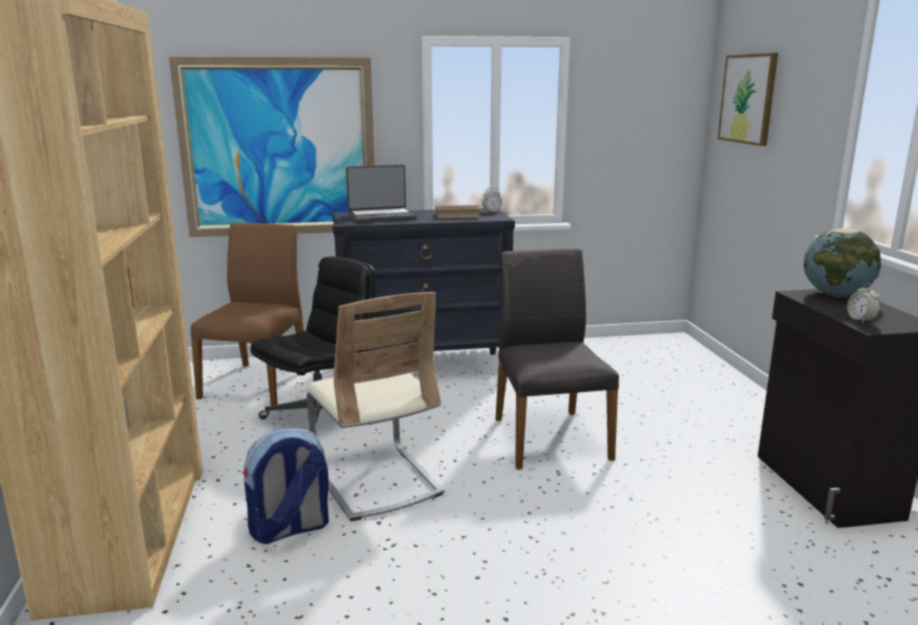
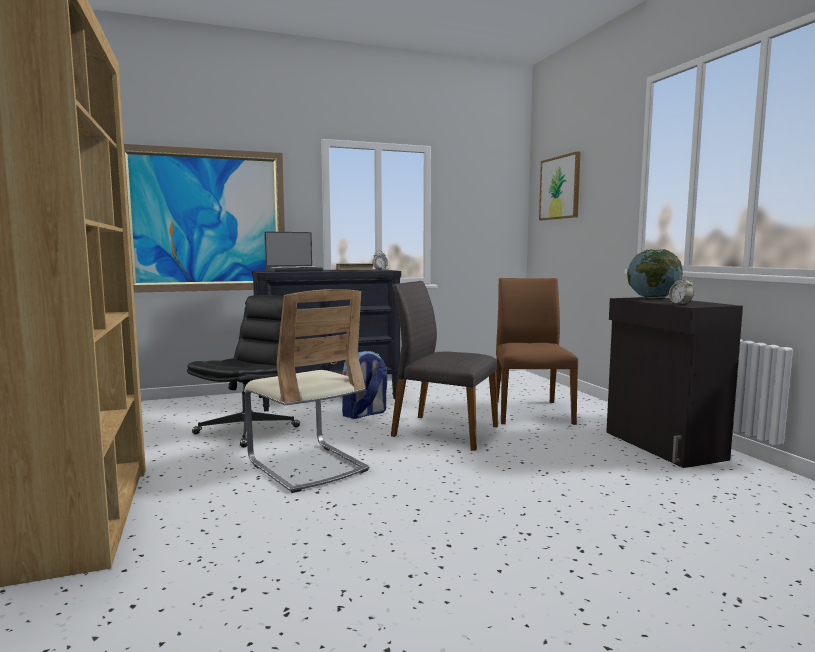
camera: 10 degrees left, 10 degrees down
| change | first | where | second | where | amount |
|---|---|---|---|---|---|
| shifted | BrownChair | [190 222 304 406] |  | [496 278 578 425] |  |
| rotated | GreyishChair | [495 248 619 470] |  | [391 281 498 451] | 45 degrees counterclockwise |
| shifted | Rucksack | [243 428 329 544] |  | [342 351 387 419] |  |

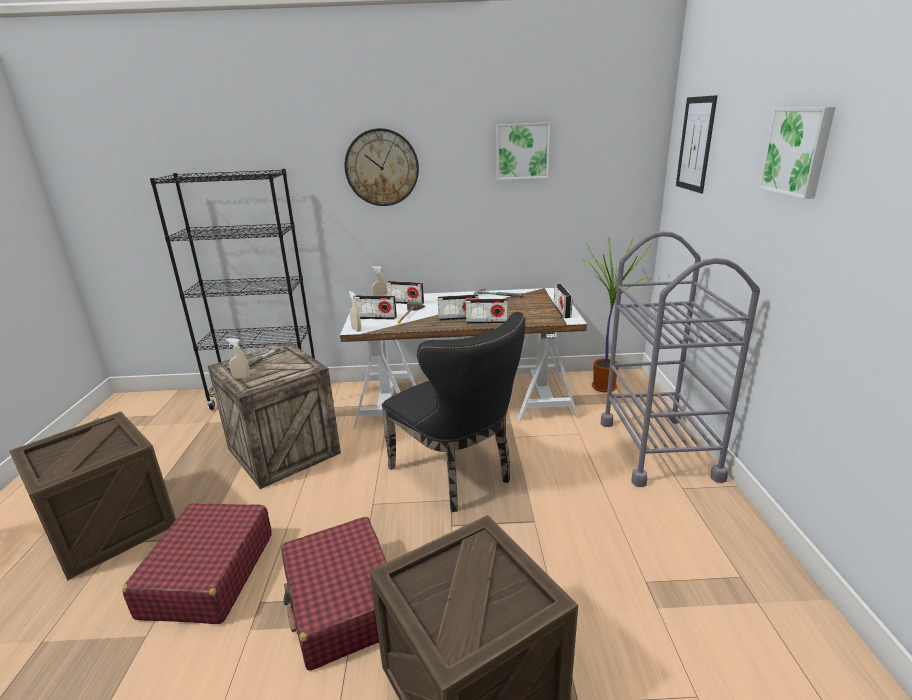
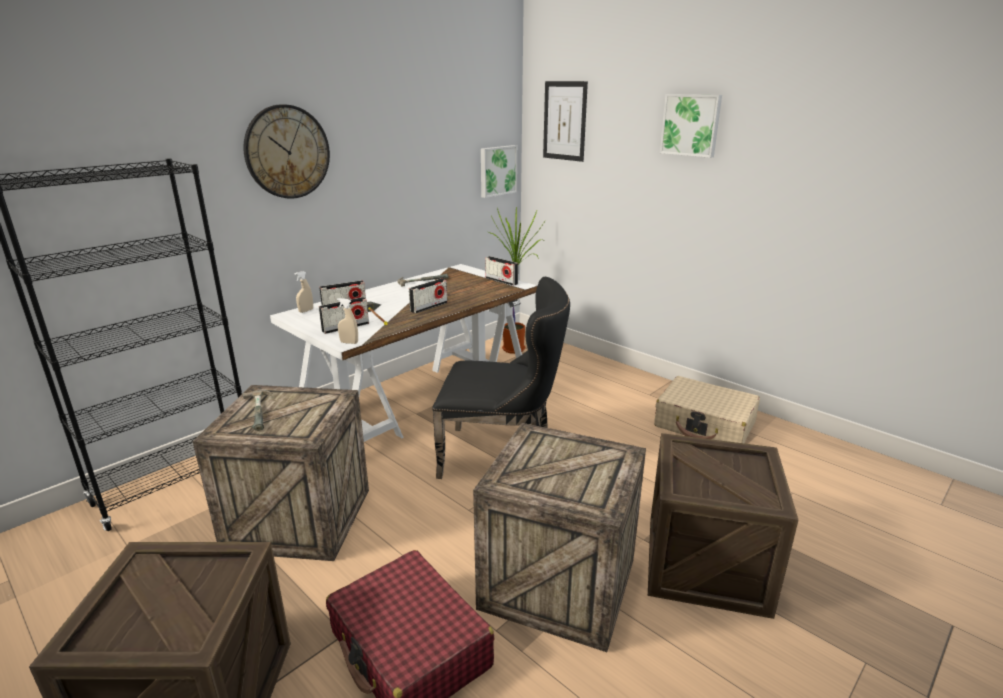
camera: 45 degrees left, 0 degrees up
| change | first | where | second | where | amount |
|---|---|---|---|---|---|
| shifted | WallPicture | [497 123 550 180] |  | [481 145 517 198] |  |
| gone | GreyishWheeledCart | [600 231 760 487] |  |  |  |
| gone | Radio | [466 299 508 324] |  |  |  |
| gone | BeigeHandSprayer | [226 339 250 379] |  |  |  |
| swapped | ReddishPieceOfLuggage | [281 517 387 671] | PackingCrate | [473 423 646 652] |  |
| new |  |  | BeigePieceOfLuggage | [654 376 760 443] |  |

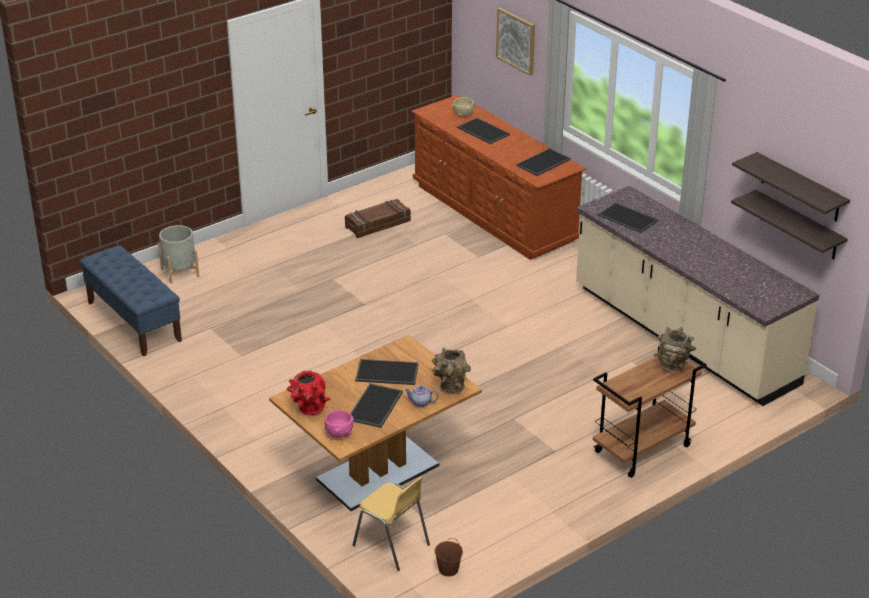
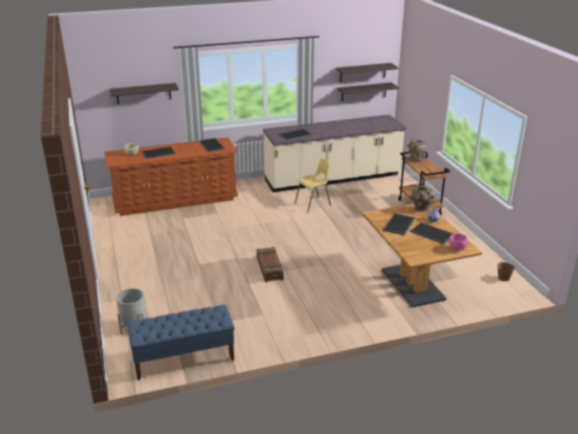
camera: 70 degrees left, 5 degrees down
| change | first | where | second | where | amount |
|---|---|---|---|---|---|
| swapped | WallPicture | [496 8 535 76] | Shelf | [109 83 179 104] |  |
| shifted | PackingCrate | [345 199 411 238] |  | [257 247 283 282] |  |
| gone | ReddishDecorativeVase | [287 370 330 415] |  |  |  |
| shifted | YellowishChair | [353 477 430 571] |  | [295 158 331 213] |  |

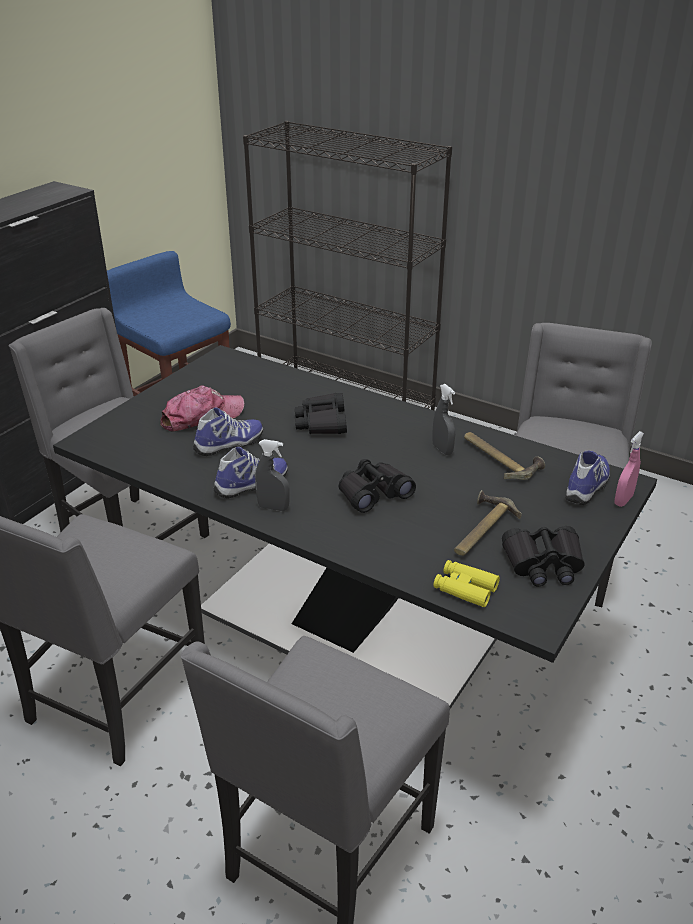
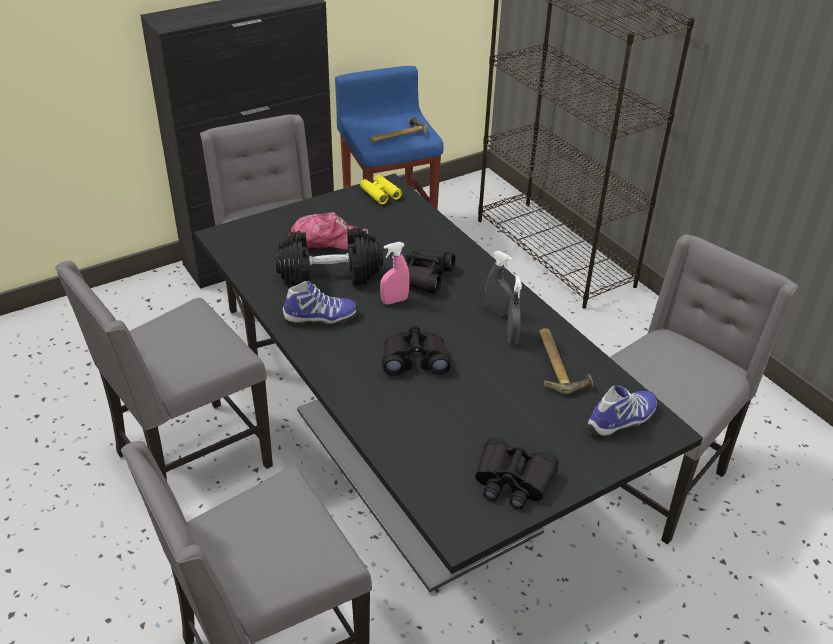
camera: 25 degrees right, 5 degrees up
| change | first | where | second | where | amount |
|---|---|---|---|---|---|
| swapped | Shoe | [193 408 263 456] | BlackFreeWeight | [275 227 383 286] |  |
| shifted | PinkHandSprayer | [614 431 644 507] |  | [380 242 410 305] |  |
| shifted | GreyishHandSprayer | [255 439 290 511] |  | [485 251 513 316] |  |
| shifted | ToolHammer | [454 490 521 556] |  | [370 117 428 142] |  |
| shifted | YellowishFieldGlasses | [433 560 500 607] |  | [360 175 402 204] |  |

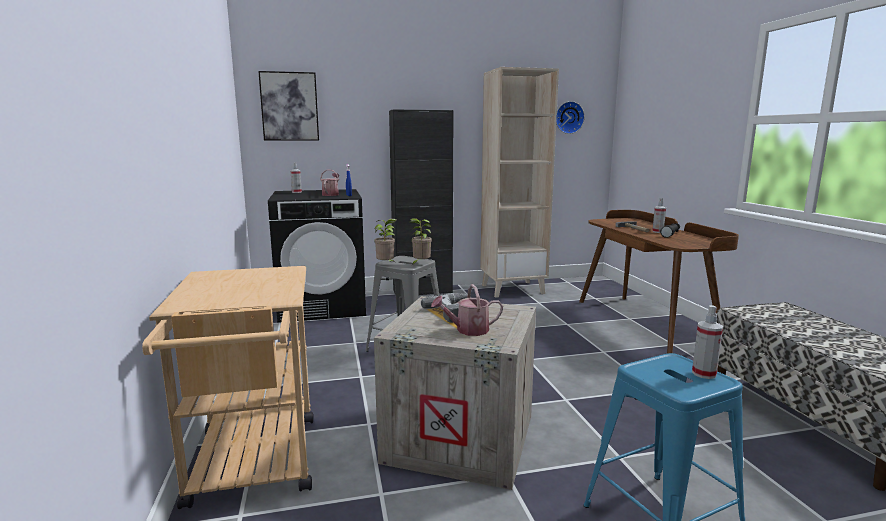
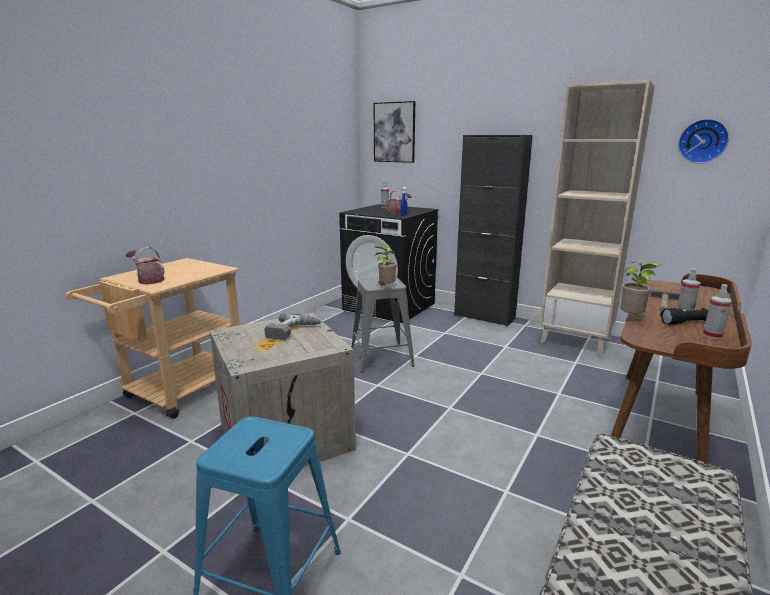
camera: 45 degrees right, 5 degrees up
| change | first | where | second | where | amount |
|---|---|---|---|---|---|
| shifted | PlantInAPot | [375 219 396 262] |  | [620 262 660 318] |  |
| shifted | WateringPot | [431 284 503 336] |  | [126 247 165 284] |  |
| shifted | HandSprayer | [692 305 723 379] |  | [703 284 732 339] |  |

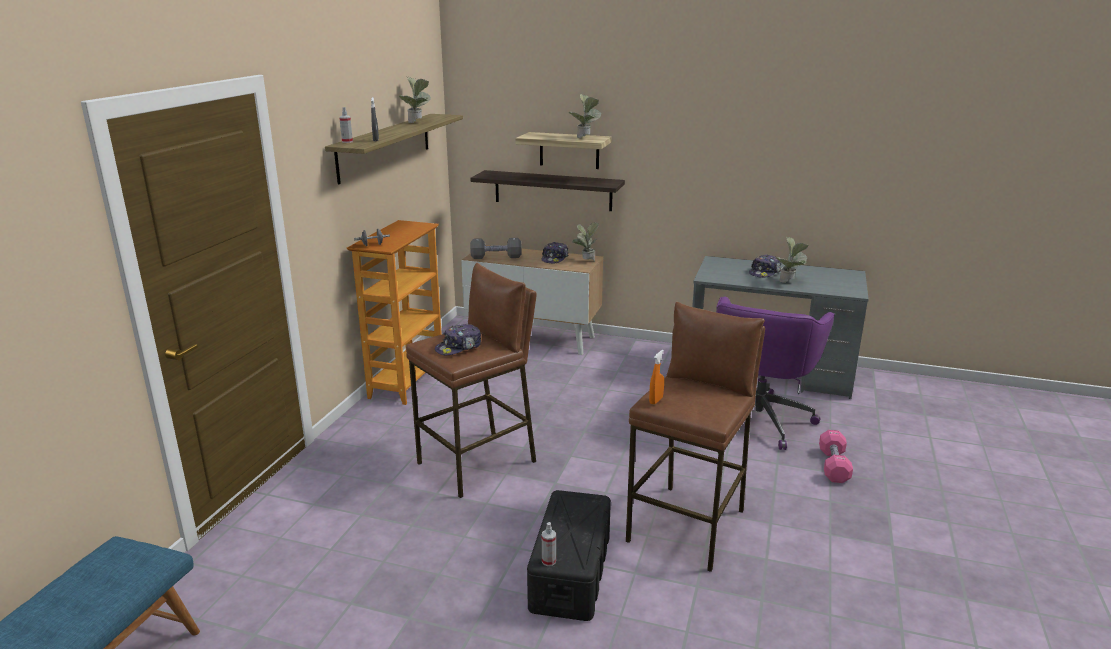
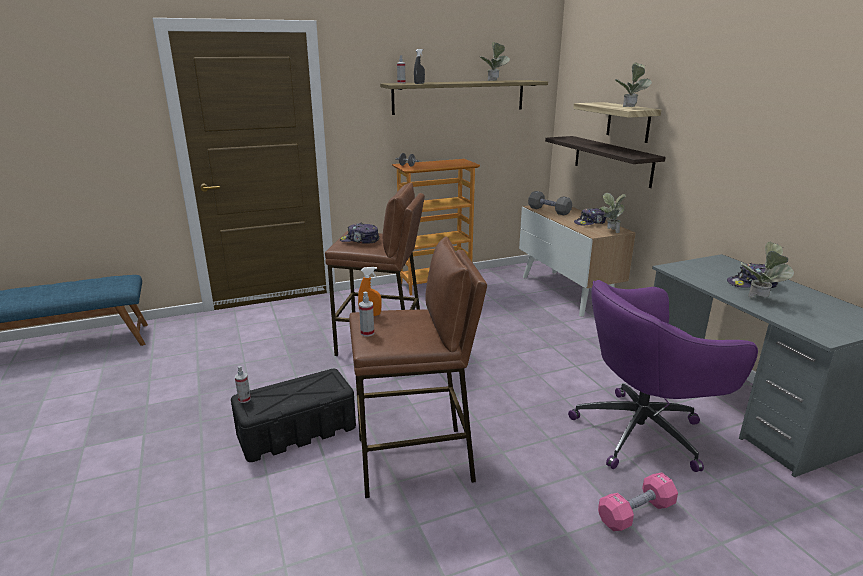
camera: 50 degrees right, 0 degrees up
| change | first | where | second | where | amount |
|---|---|---|---|---|---|
| new |  |  | HandSprayer | [359 292 374 337] |  |

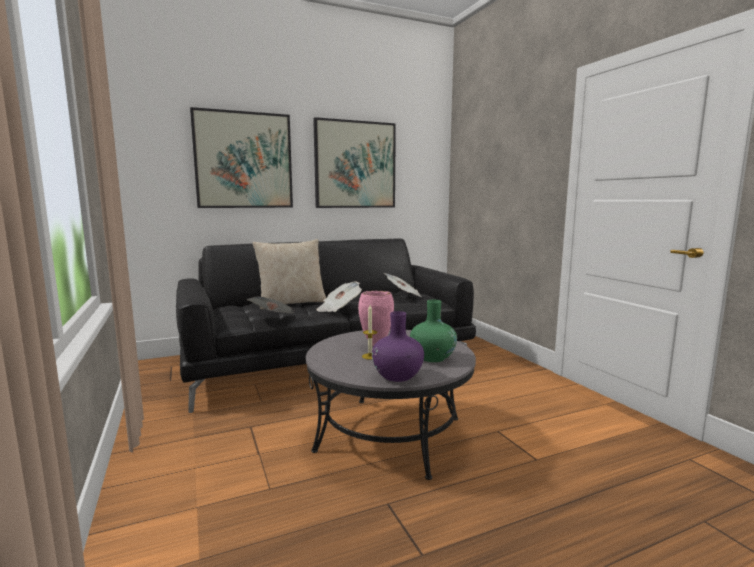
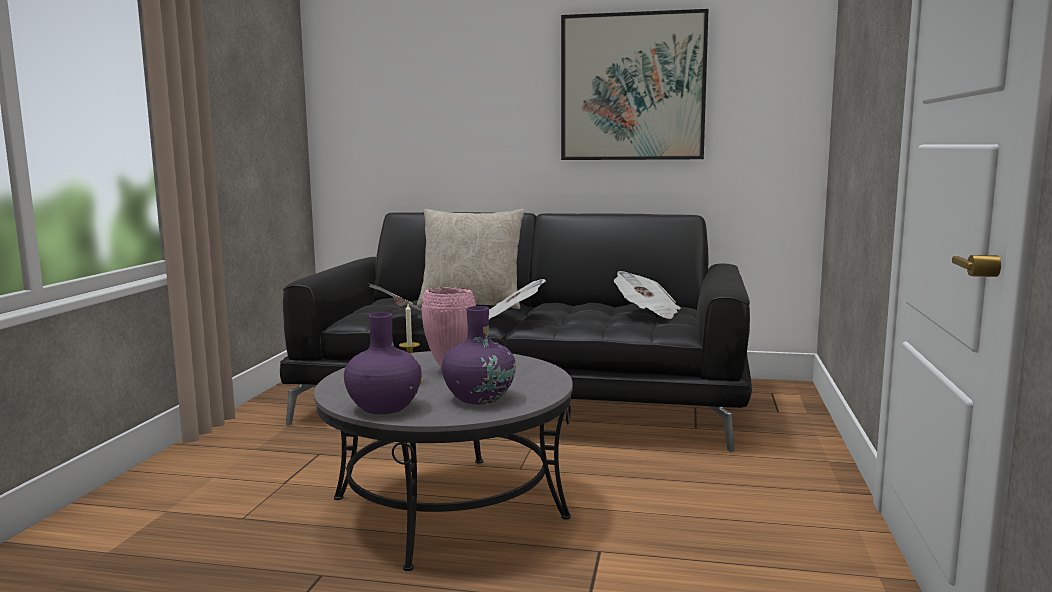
camera: 35 degrees right, 0 degrees up
| change | first | where | second | where | amount |
|---|---|---|---|---|---|
| gone | WallPicture | [190 107 293 208] |  |  |  |
| repainted | GreenColouredDecorativeVase | [410 300 457 362] | PurplishDecorativeVase | [442 306 516 404] |  |

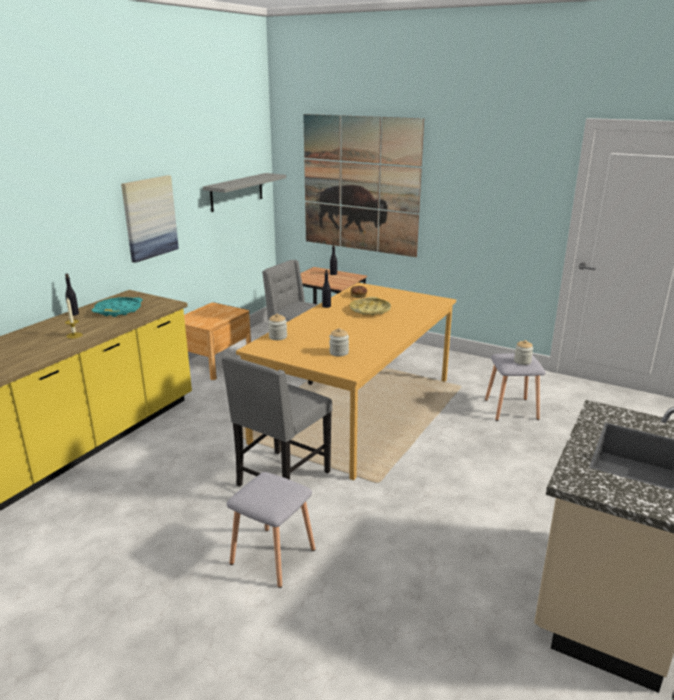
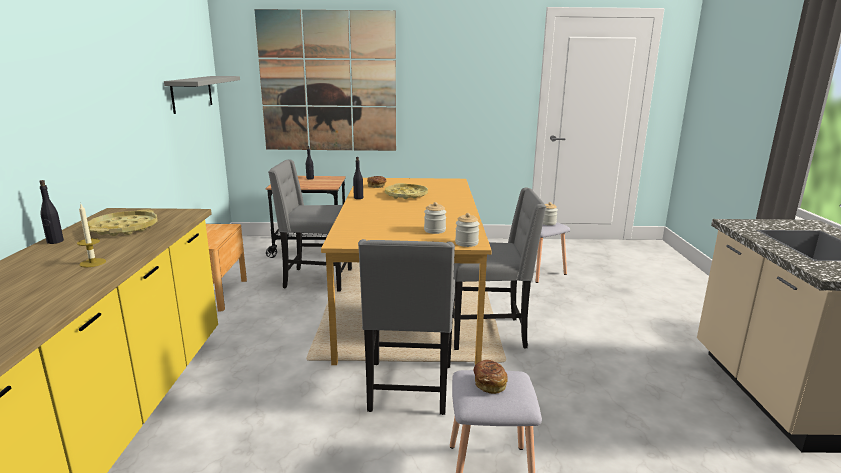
camera: 30 degrees left, 5 degrees down
| change | first | where | second | where | amount |
|---|---|---|---|---|---|
| gone | WallPicture | [121 175 179 263] |  |  |  |
| repainted | BlueGreenCarryingTray | [92 297 143 317] | YellowishCarryingTray | [88 210 158 236] |  |
| shifted | StorageJar | [268 314 287 340] |  | [455 213 480 247] |  |
| new |  |  | GreyishChair | [453 187 546 350] |  |
| new |  |  | Bread | [473 360 507 394] |  |

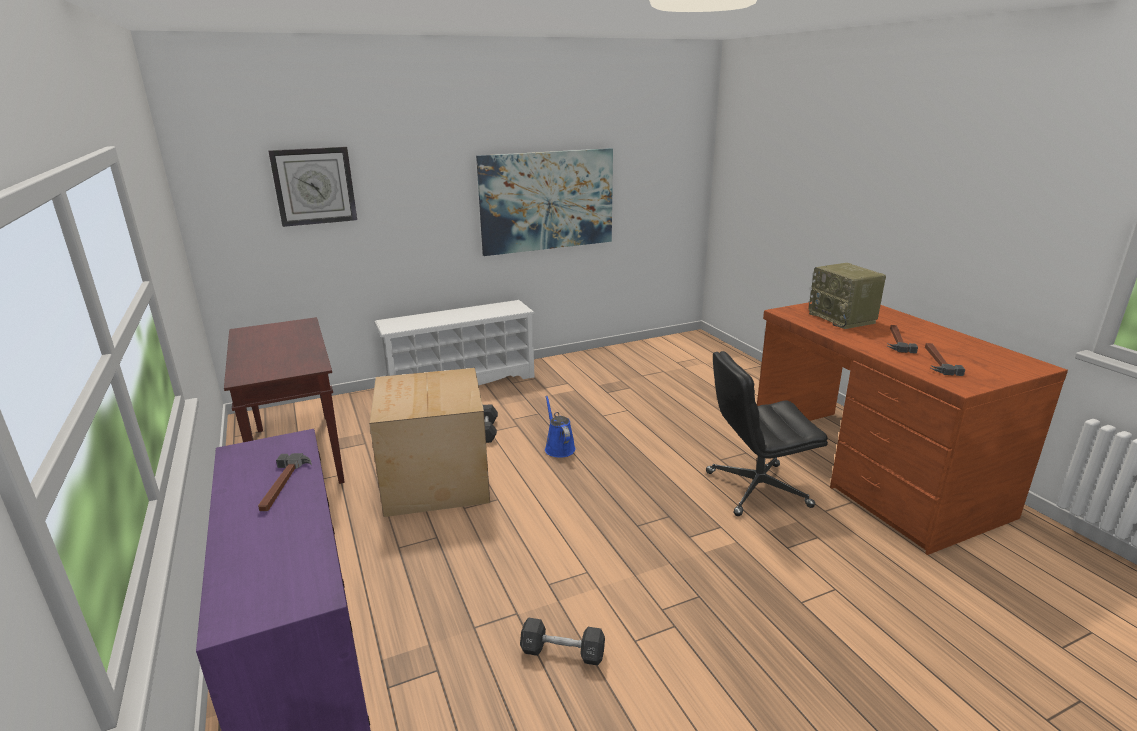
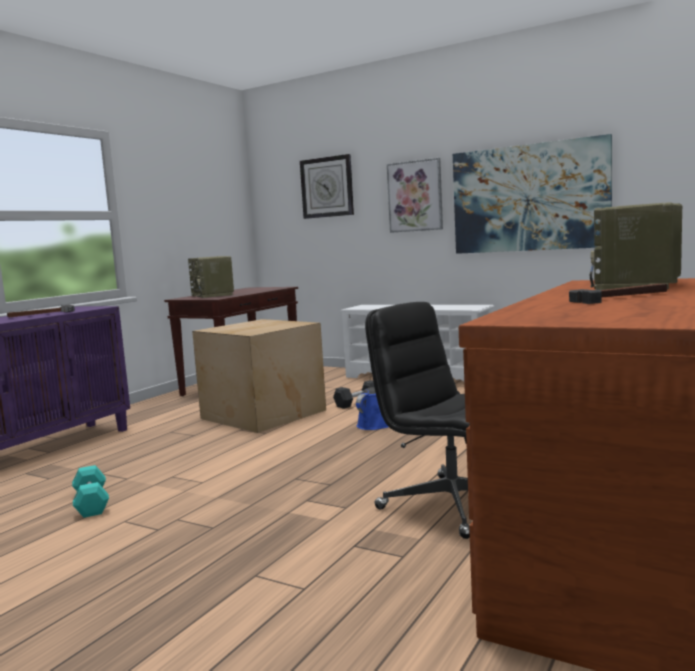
camera: 55 degrees right, 15 degrees down
| change | first | where | second | where | amount |
|---|---|---|---|---|---|
| gone | ToolHammer | [925 343 965 376] |  |  |  |
| repainted | BlackFreeWeight | [520 617 605 666] | BlueGreenFreeWeight | [72 465 109 518] |  |
| new |  |  | WallPicture | [387 158 443 233] |  |
| new |  |  | Radio | [188 256 234 298] |  |

